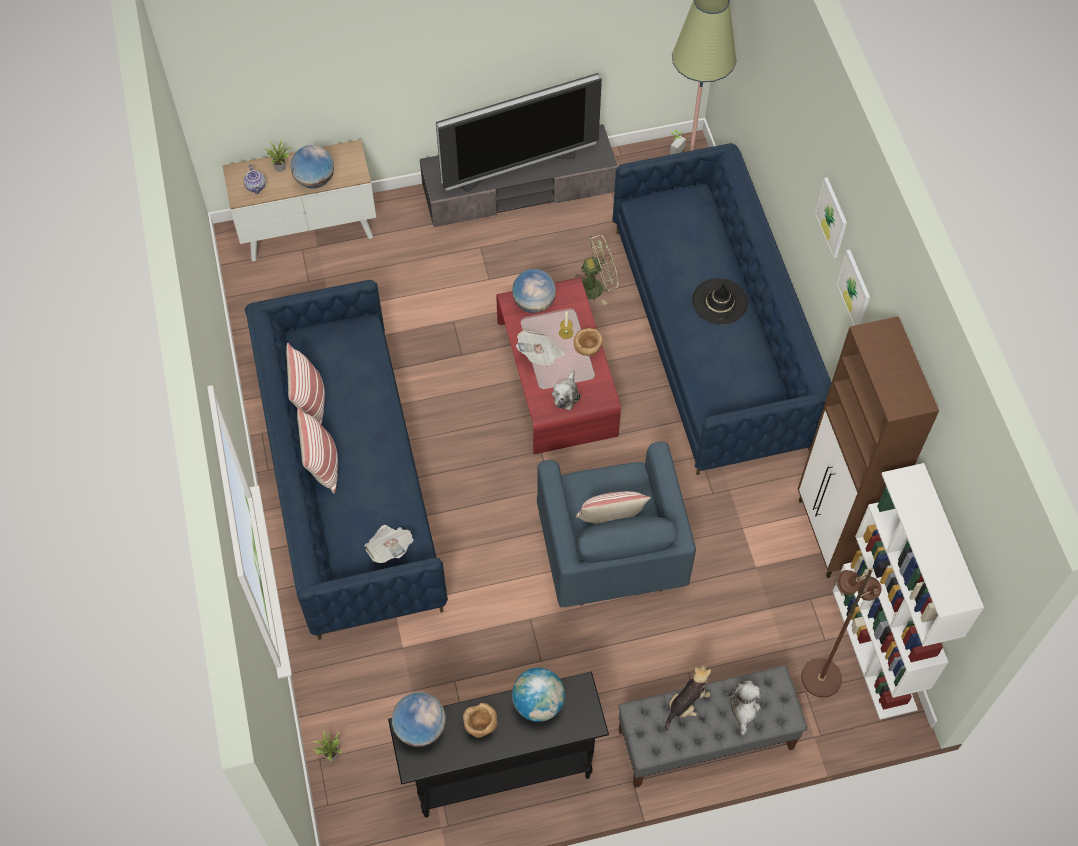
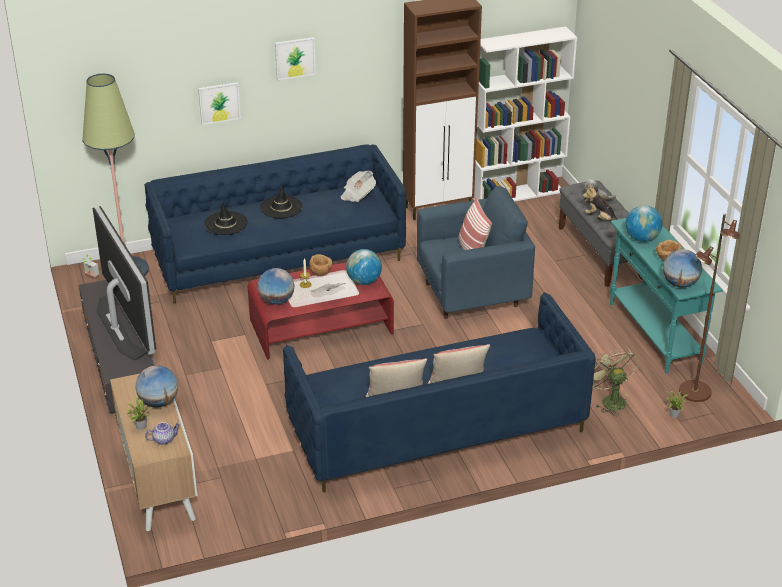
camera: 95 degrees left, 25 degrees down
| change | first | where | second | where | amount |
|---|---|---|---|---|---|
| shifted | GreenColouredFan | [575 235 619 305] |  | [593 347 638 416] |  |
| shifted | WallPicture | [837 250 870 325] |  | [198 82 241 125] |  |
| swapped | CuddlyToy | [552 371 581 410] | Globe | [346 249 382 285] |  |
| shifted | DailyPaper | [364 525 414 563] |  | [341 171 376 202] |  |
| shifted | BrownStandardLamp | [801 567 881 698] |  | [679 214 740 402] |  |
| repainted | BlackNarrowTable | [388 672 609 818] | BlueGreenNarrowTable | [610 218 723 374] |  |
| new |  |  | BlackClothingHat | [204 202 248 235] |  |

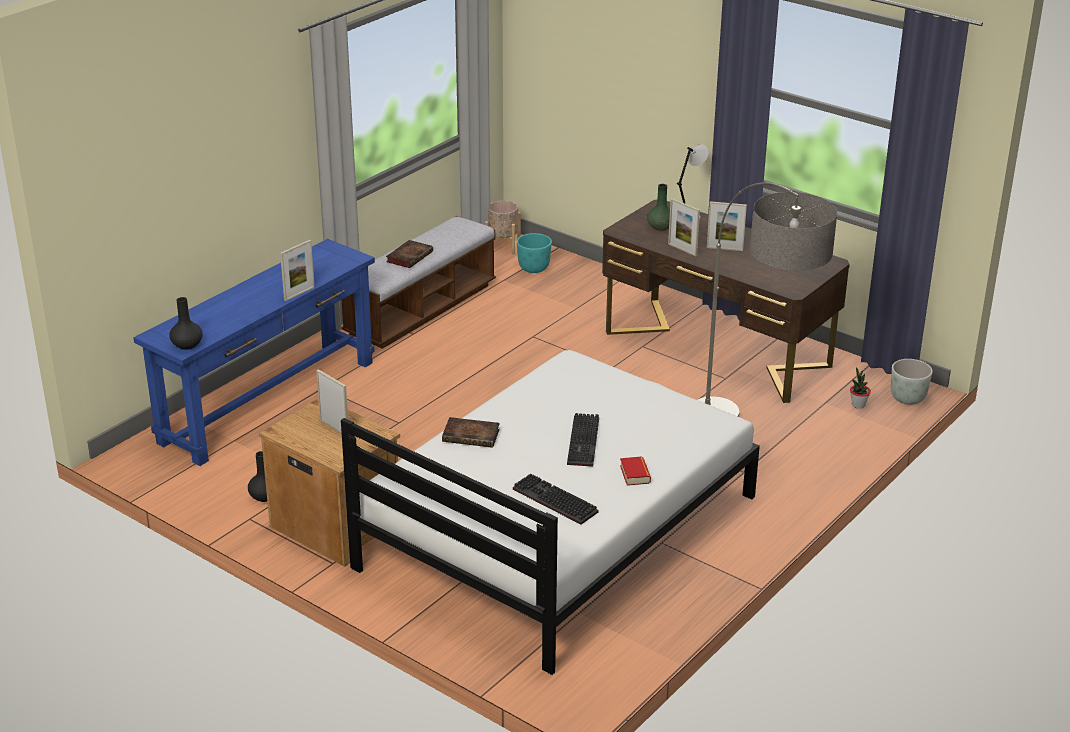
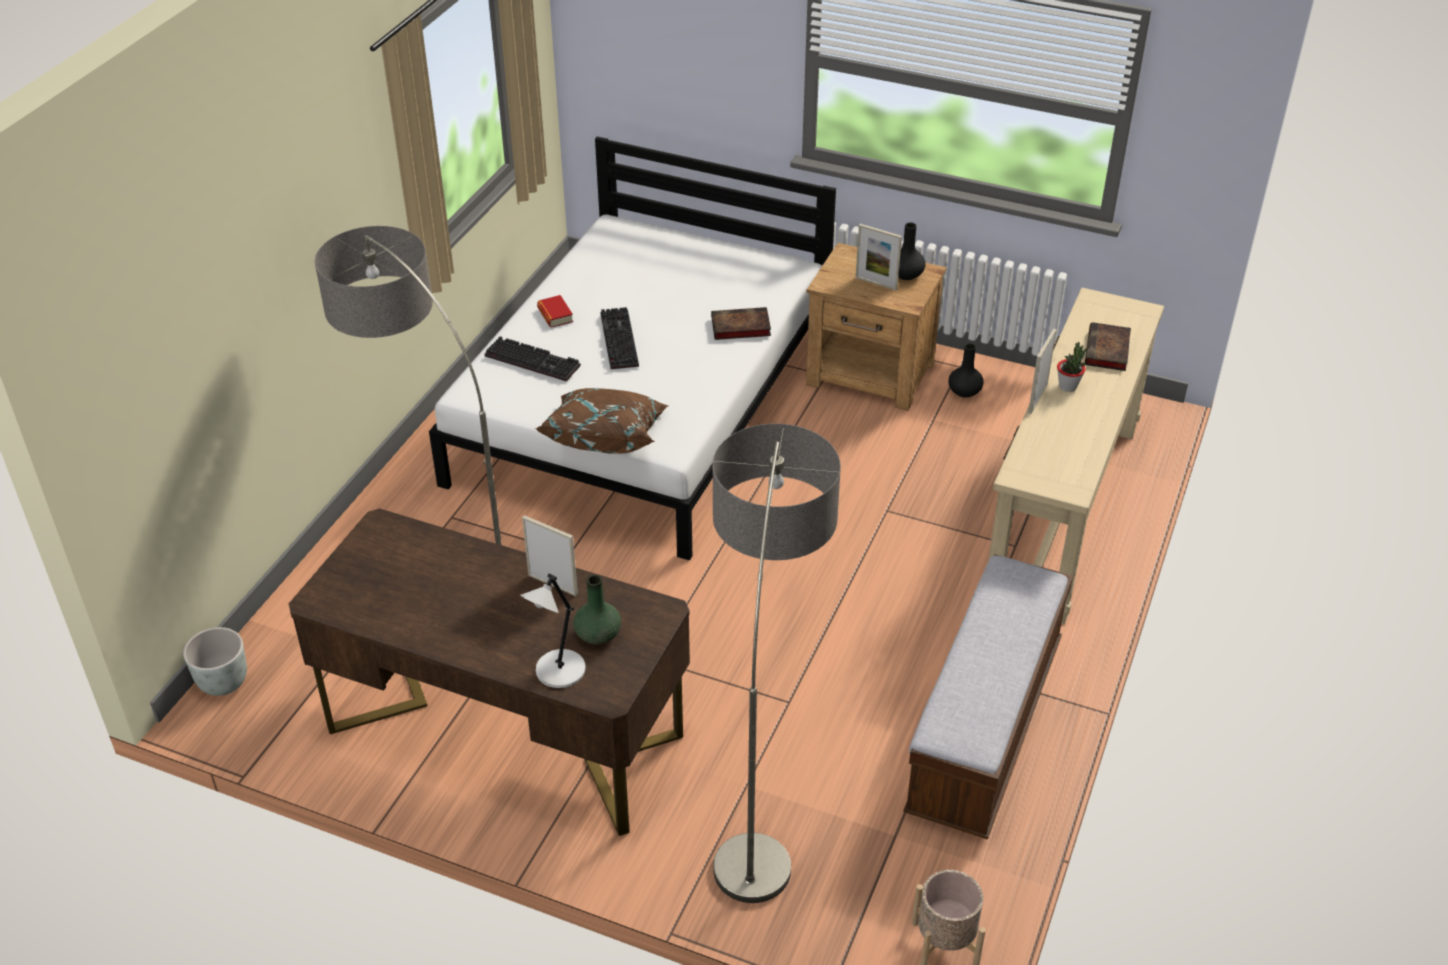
camera: 165 degrees right, 10 degrees up
| change | first | where | second | where | amount |
|---|---|---|---|---|---|
| gone | StandingFrame | [707 201 747 251] |  |  |  |
| gone | BlueGreenPlanter | [517 233 552 273] |  |  |  |
| repainted | BlueColouredNarrowTable | [134 239 375 466] | BeigeNarrowTable | [988 287 1164 624] |  |
| shifted | BoundBook | [386 240 433 268] |  | [1085 322 1131 371] |  |
| shifted | BlackDecorativeVase | [169 297 203 350] |  | [898 222 925 280] |  |
| shifted | PlantInAPot | [850 367 871 409] |  | [1057 342 1087 392] |  |
| shifted | PcKeyboard | [513 474 598 525] |  | [485 336 581 382] |  |
| new |  |  | BrownPillow | [535 388 668 454] |  |
| new |  |  | StandardLamp | [713 424 841 903] |  |

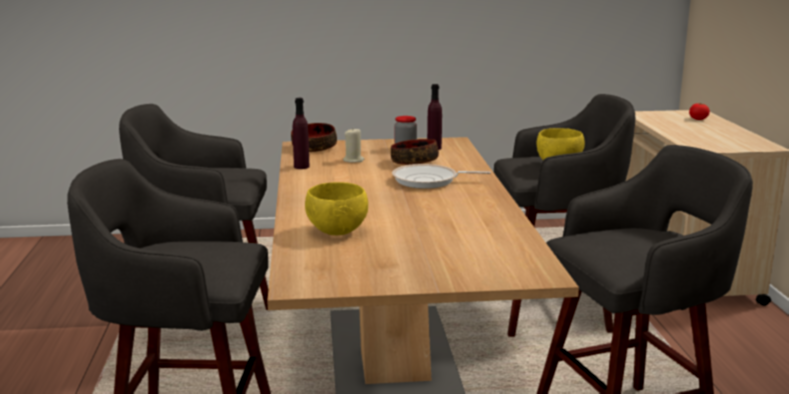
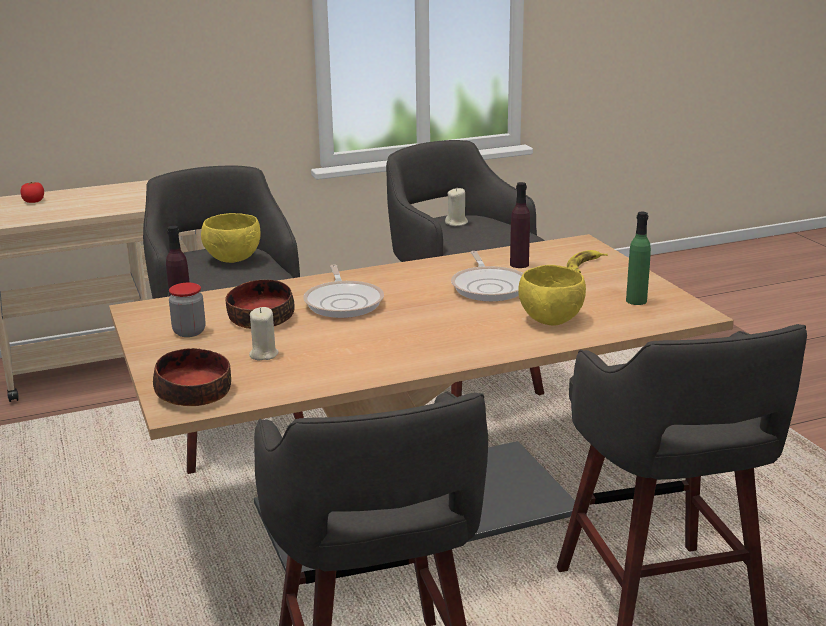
camera: 105 degrees left, 5 degrees up
| change | first | where | second | where | amount |
|---|---|---|---|---|---|
| shifted | PurplishBottle | [293 98 309 169] |  | [510 182 530 268] |  |
| new |  |  | BeigeWaxCandle | [445 188 468 226] |  |
| new |  |  | GreenColouredBottle | [626 212 651 305] |  |
| new |  |  | BananaFruit | [567 250 607 273] |  |
| new |  |  | FryingPan | [451 251 523 301] |  |

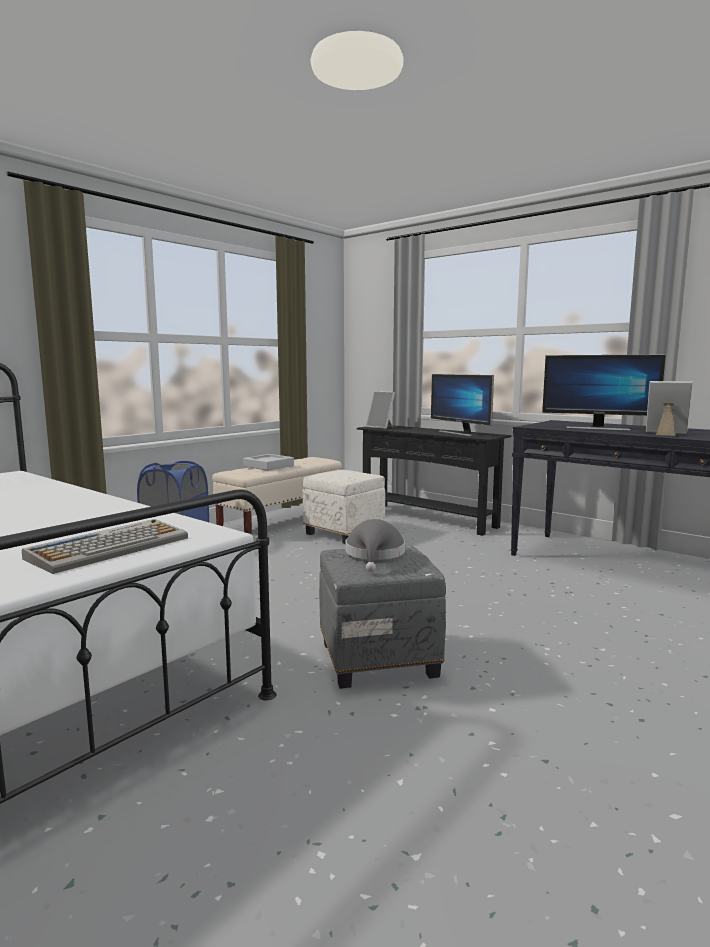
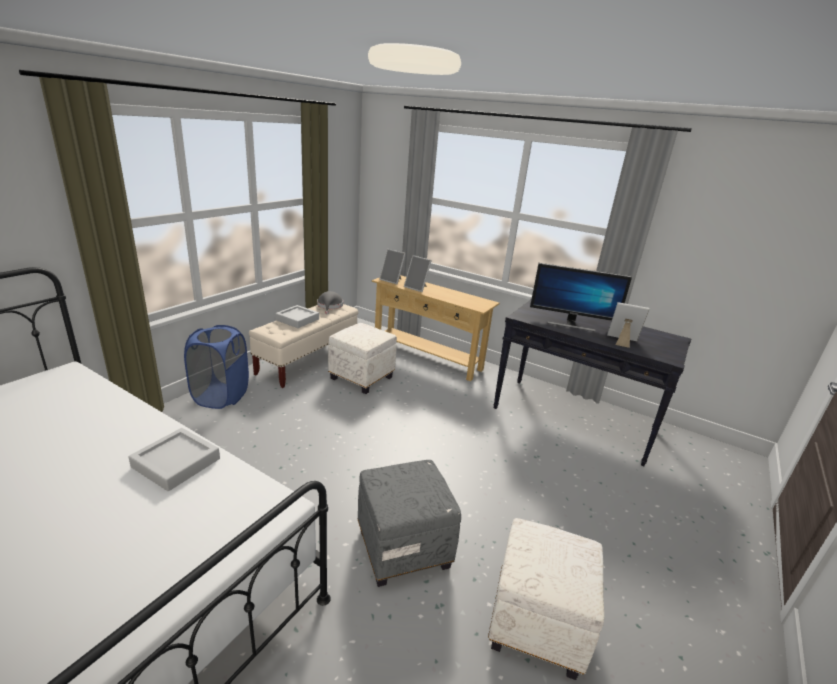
camera: 10 degrees left, 15 degrees up
| change | first | where | second | where | amount |
|---|---|---|---|---|---|
| gone | ComputerScreen | [431 374 494 436] |  |  |  |
| repainted | BlackNarrowTable | [357 425 511 536] | BeigeNarrowTable | [372 275 500 381] |  |
| gone | PcKeyboard | [22 519 188 574] |  |  |  |
| shifted | GreyishClothingHat | [345 519 405 572] |  | [317 291 343 315] |  |
| new |  |  | StandingFrame | [404 255 432 292] |  |
| new |  |  | GreyishCarryingTray | [129 428 220 491] |  |
| new |  |  | WhitePouffe | [488 518 604 680] |  |

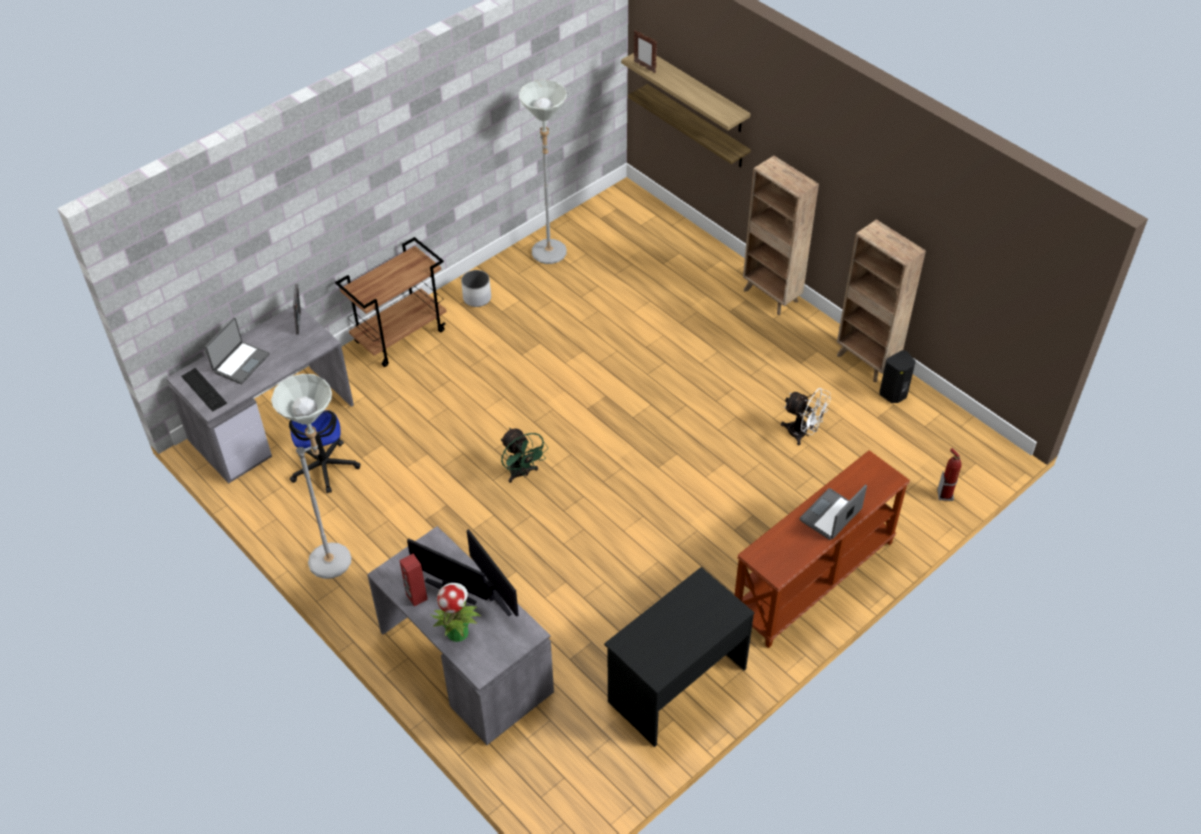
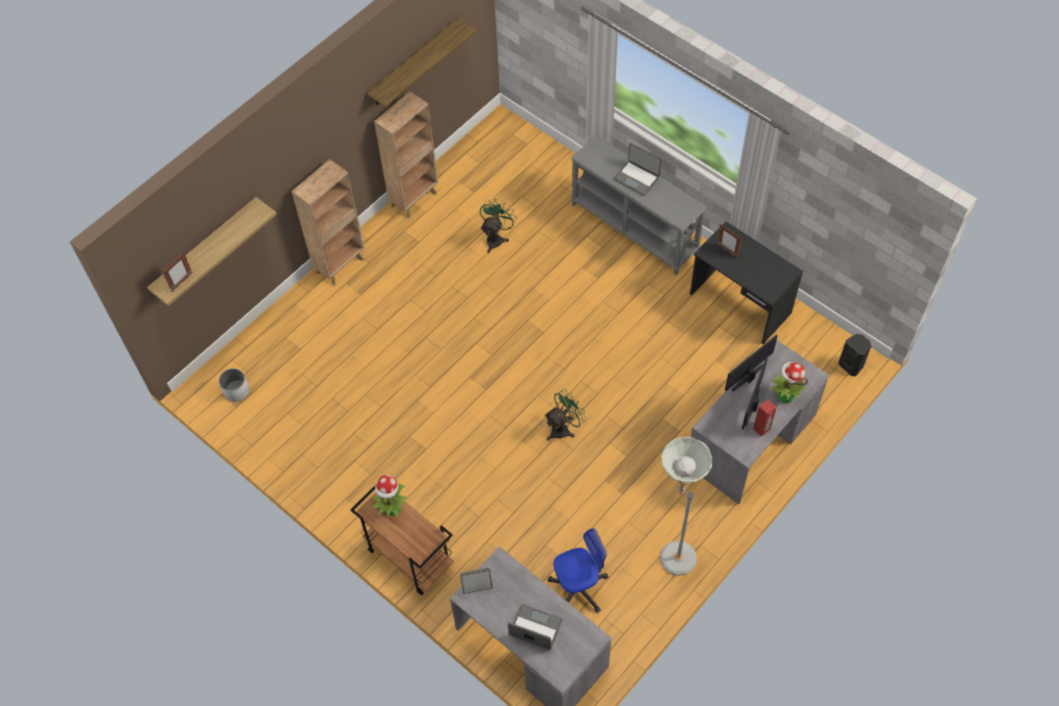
camera: 95 degrees left, 10 degrees up
| change | first | where | second | where | amount |
|---|---|---|---|---|---|
| gone | GreyishStandardLamp | [518 80 567 264] |  |  |  |
| shifted | Shelf | [628 84 751 167] |  | [367 17 477 107] |  |
| shifted | WhitePlanter | [461 270 491 307] |  | [219 368 249 402] |  |
| shifted | BlackAudioSpeaker | [880 350 916 403] |  | [839 334 871 376] |  |
| gone | PcKeyboard | [181 368 227 412] |  |  |  |
| repainted | WhiteFan | [781 388 831 445] | GreenColouredFan | [480 200 517 253] |  |
| gone | FireExtinguisher | [937 448 962 501] |  |  |  |
| repainted | BrownNarrowTable | [735 450 910 648] | GreyishNarrowTable | [571 135 707 275] |  |
| new |  |  | StandingFrame | [717 224 742 258] |  |
| new |  |  | PlantInAPot | [371 475 407 517] |  |

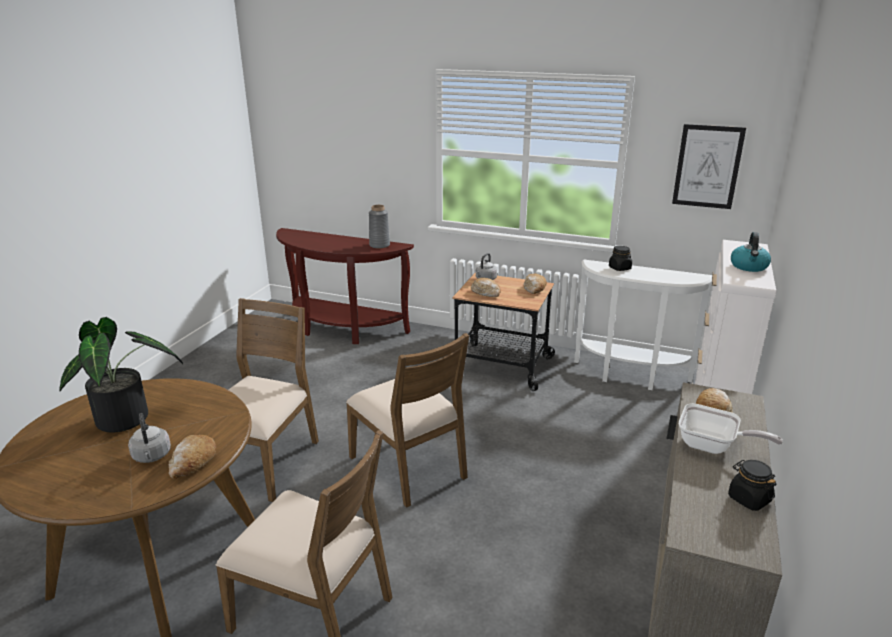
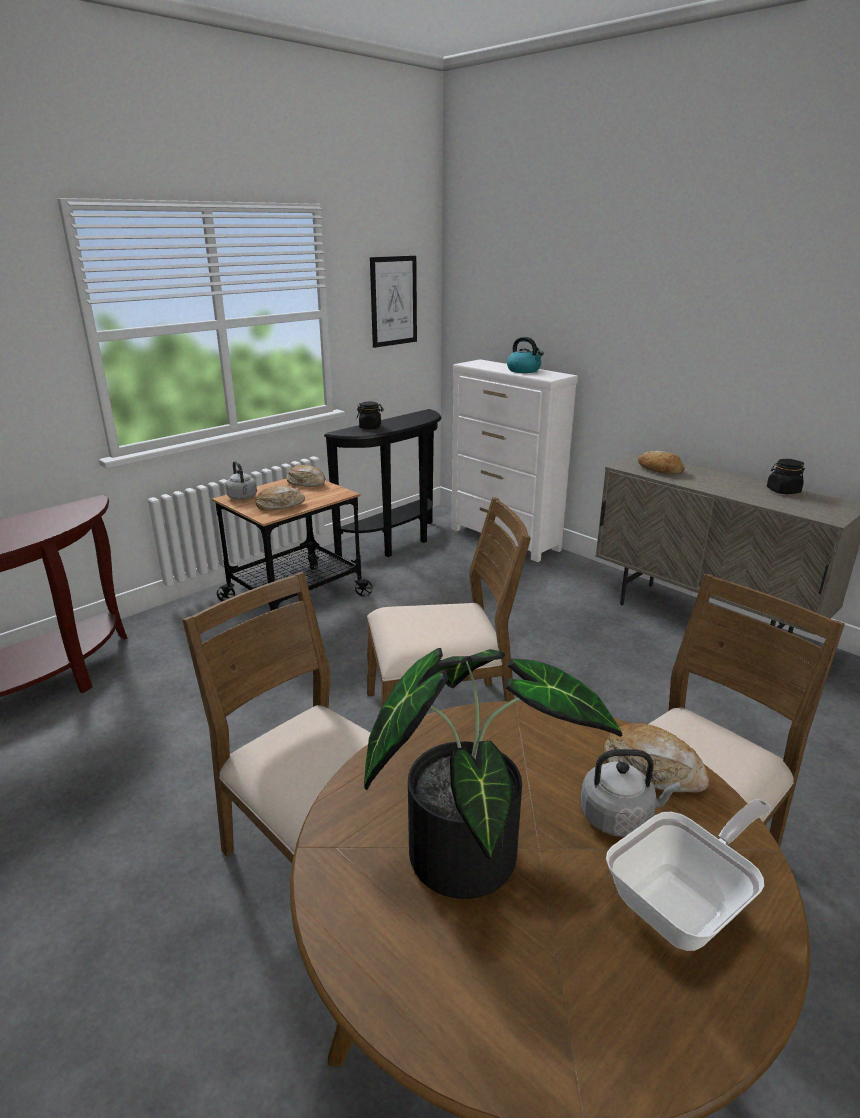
camera: 65 degrees left, 0 degrees up
| change | first | where | second | where | amount |
|---|---|---|---|---|---|
| gone | GreyishDecorativeVase | [369 205 390 248] |  |  |  |
| repainted | WhiteNarrowTable | [574 260 712 390] | BlackNarrowTable | [324 409 442 557] |  |
| shifted | FryingPan | [679 403 783 454] |  | [606 799 771 951] |  |

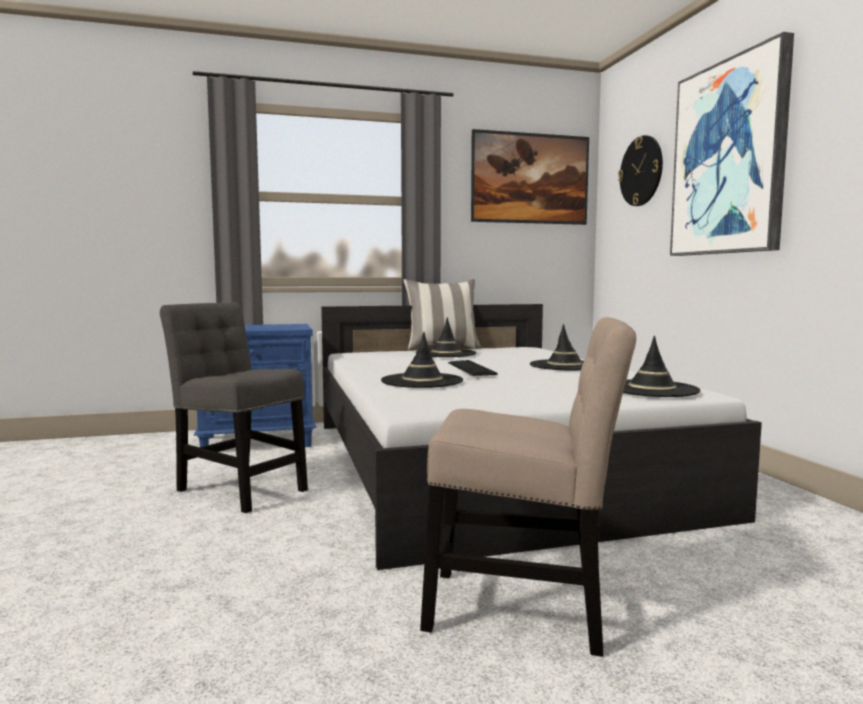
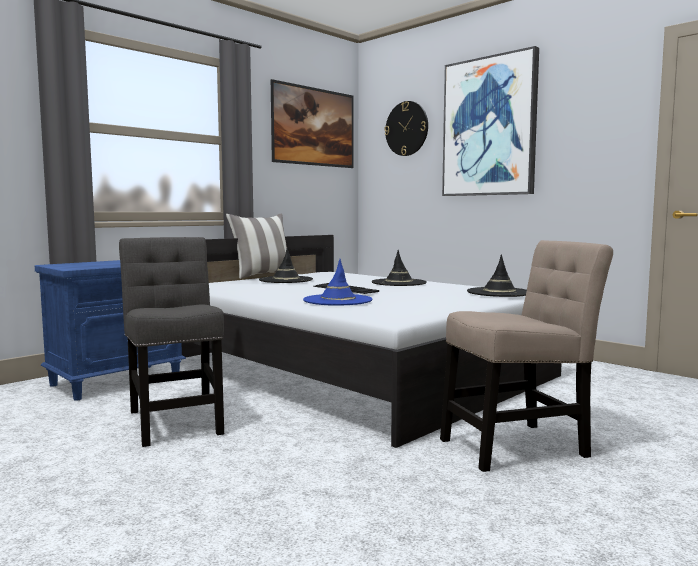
camera: 30 degrees left, 0 degrees up
| change | first | where | second | where | amount |
|---|---|---|---|---|---|
| rotated | GreyishChair | [160 302 308 513] |  | [119 237 224 447] | 60 degrees clockwise |
| repainted | BlackClothingHat | [381 332 463 388] | BlueColouredClothingHat | [303 259 372 306] |  |

